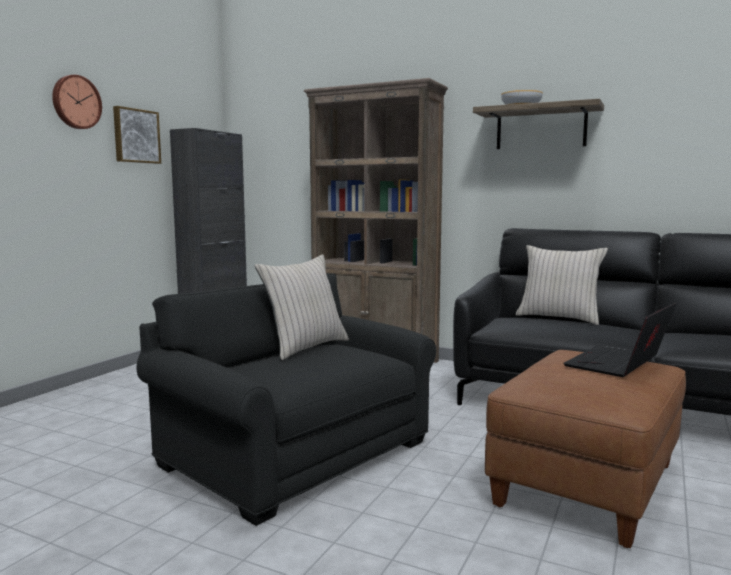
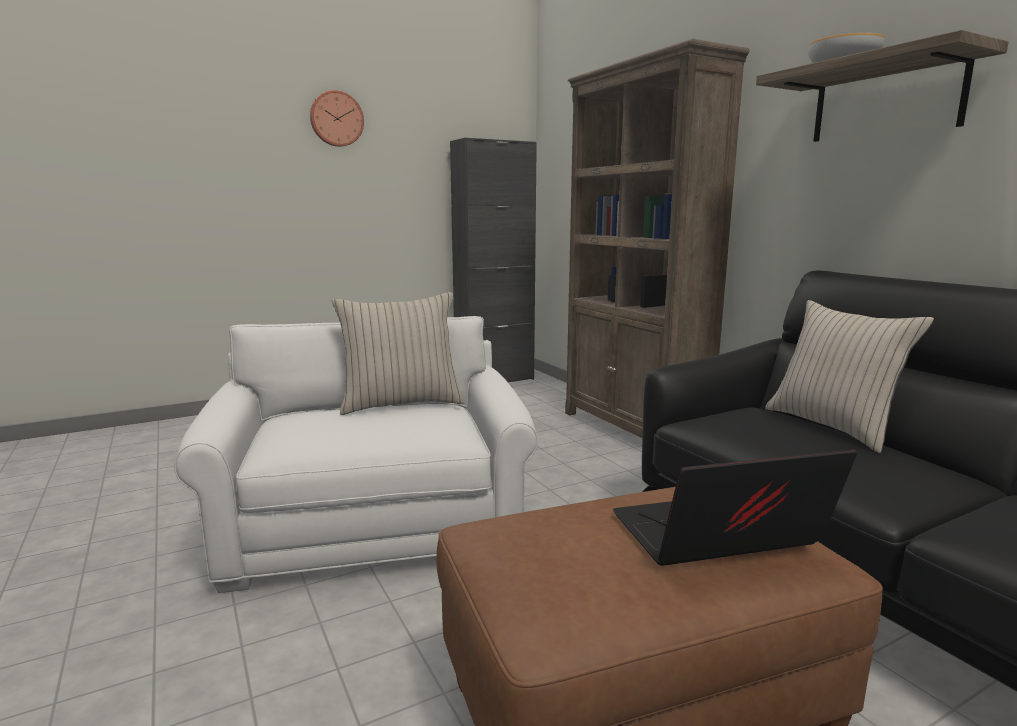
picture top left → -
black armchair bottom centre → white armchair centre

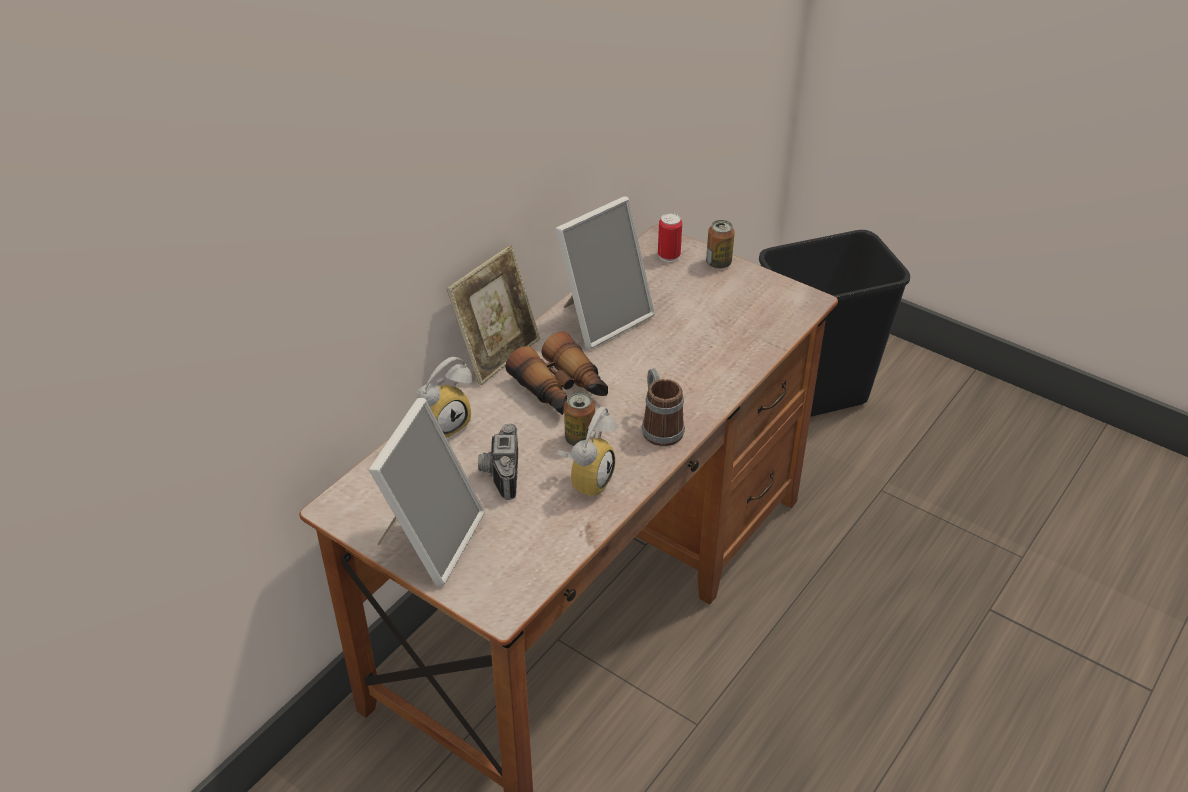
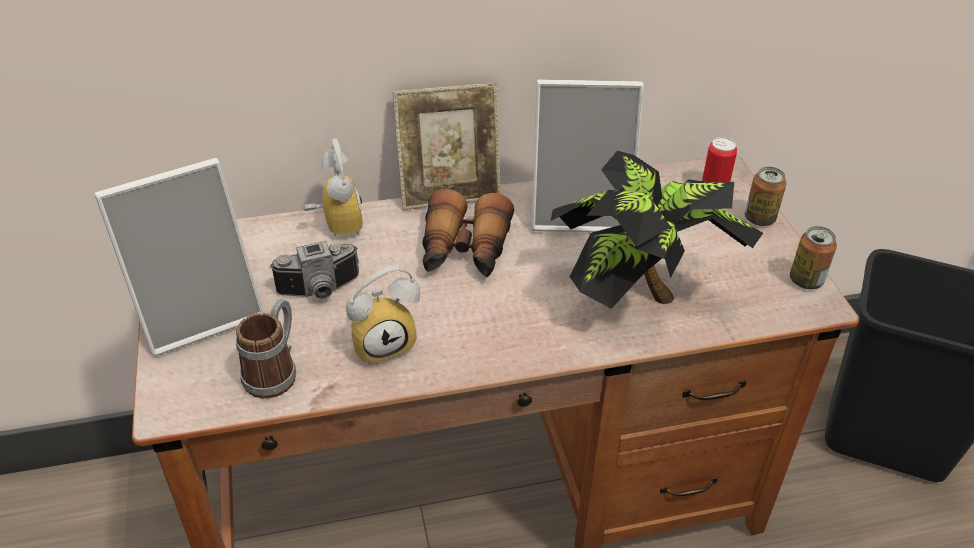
alarm clock (1st from left) centre, 105 degrees counterclockwise
photo camera centre → photo camera middle left, 150 degrees counterclockwise
can (1st from left in the first image) centre → can (3rd from left) middle right, moved
mug centre → mug middle left, moved
- → potted plant middle right

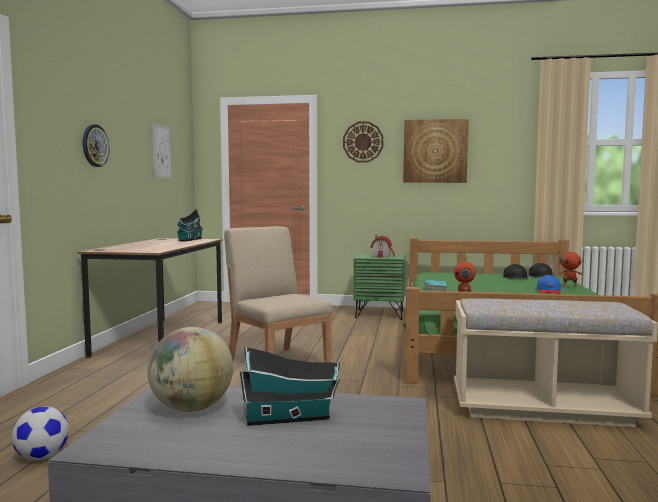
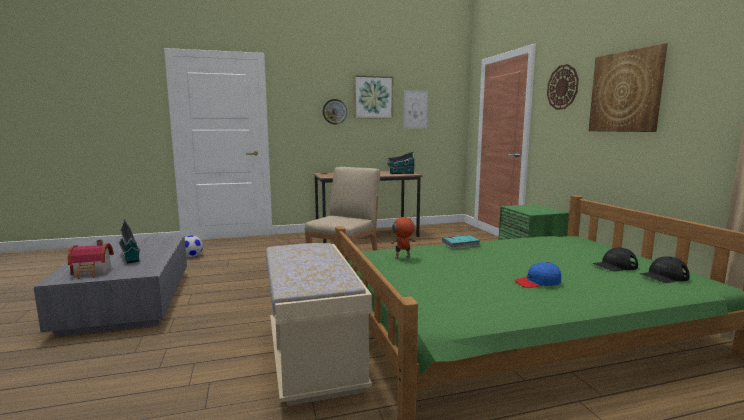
globe bottom left → -
toy house (3rd from left in the first image) centre → toy house (1st from left) middle left, moved
toy robot (2nd from left) middle right → -
- → picture (1st from left) top centre

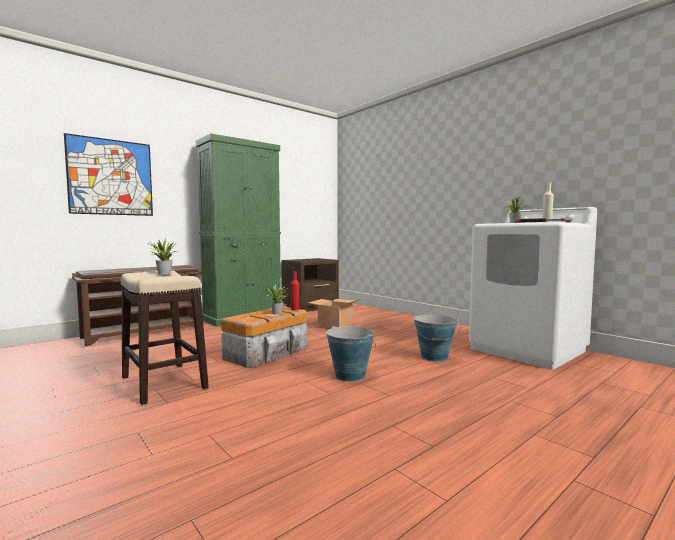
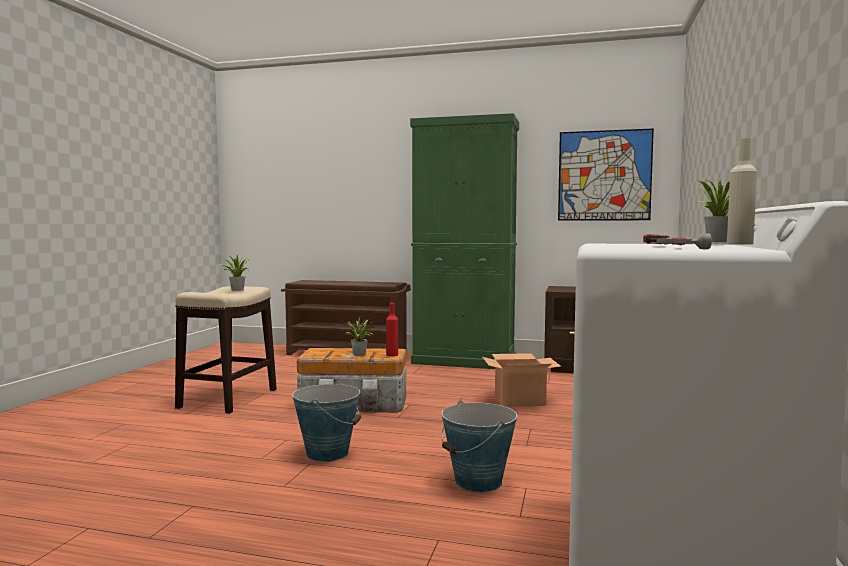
picture top left → picture top right, moved

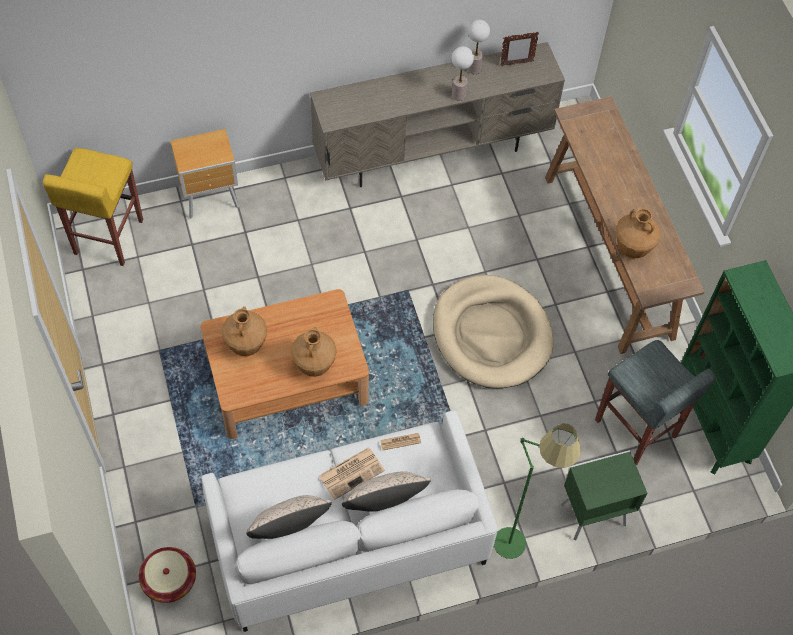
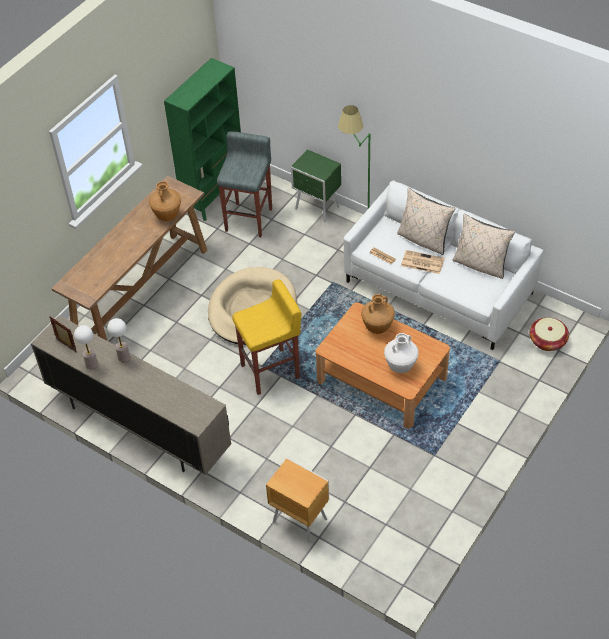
yellow stool top left → yellow stool centre, moved
brown vase (1st from left) middle left → white vase centre

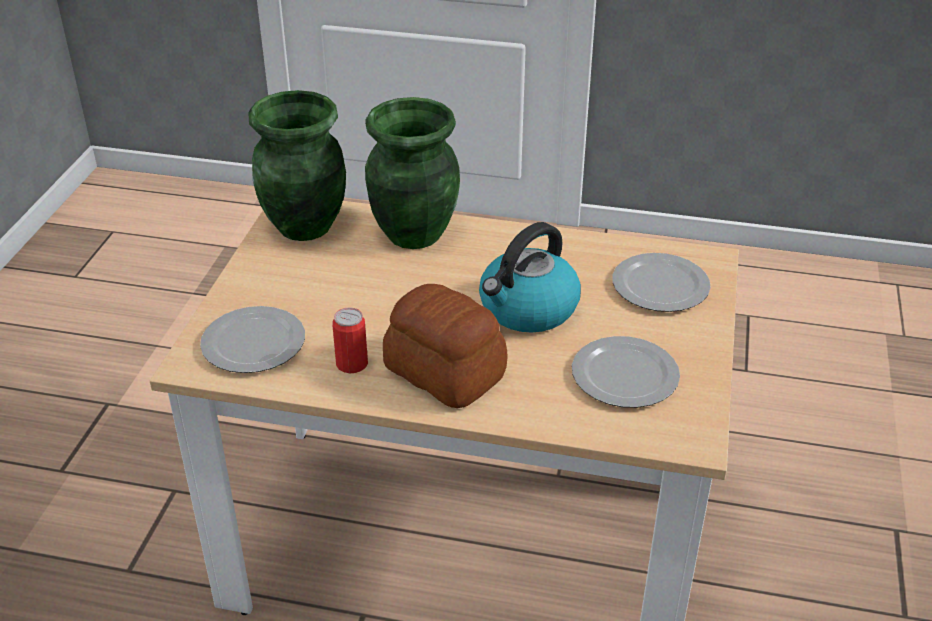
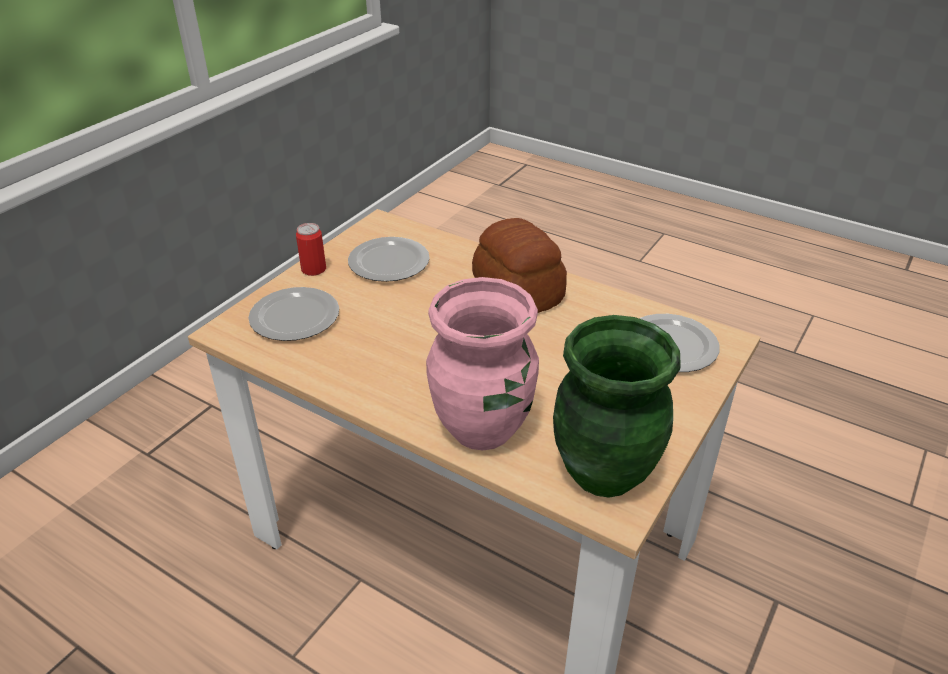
can centre → can middle left, moved
green vase (2nd from left) top centre → pink vase centre
kettle centre → -

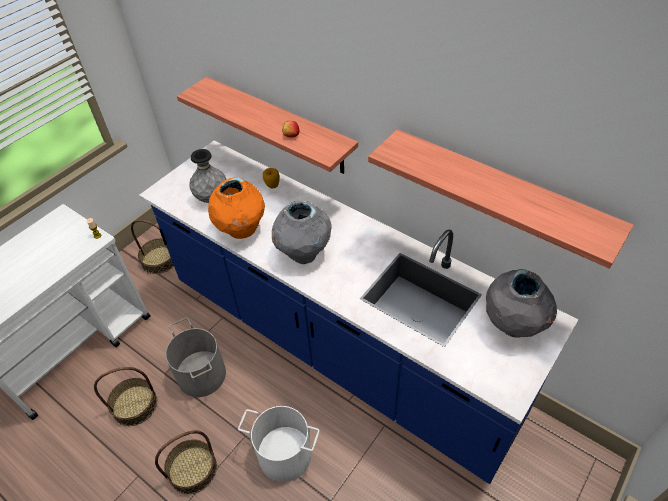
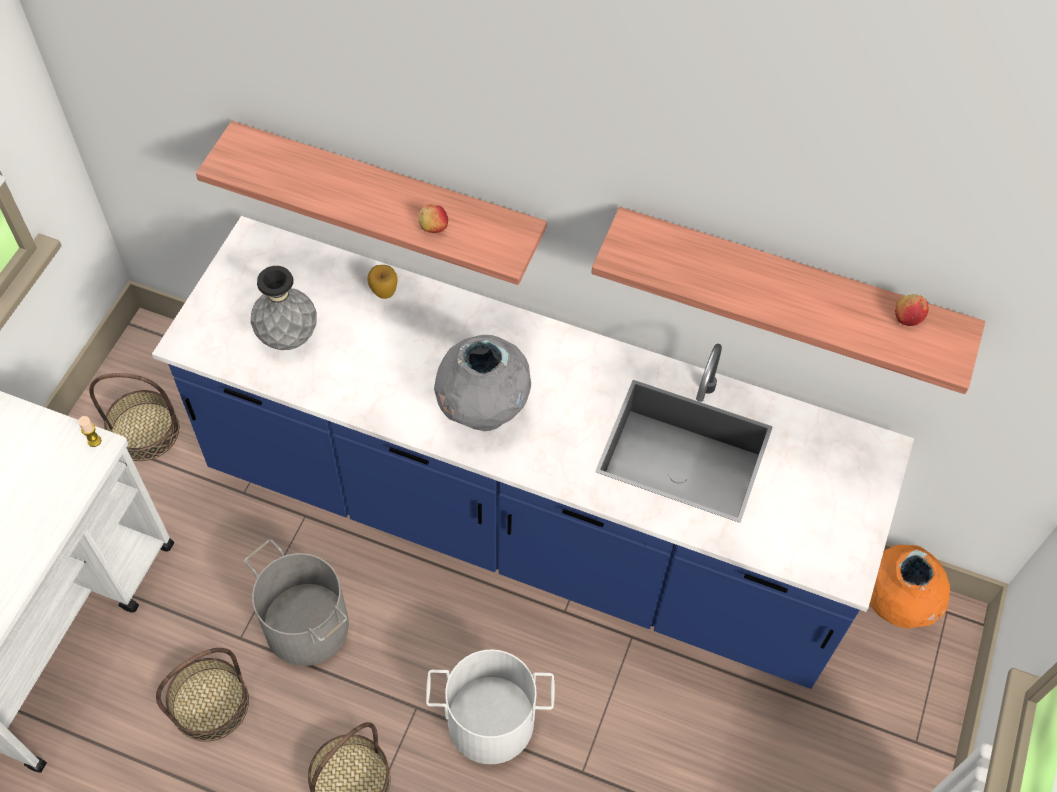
orange vase centre → orange vase bottom right, moved
grey vase (3rd from left) middle right → -
- → apple (3rd from left) middle right

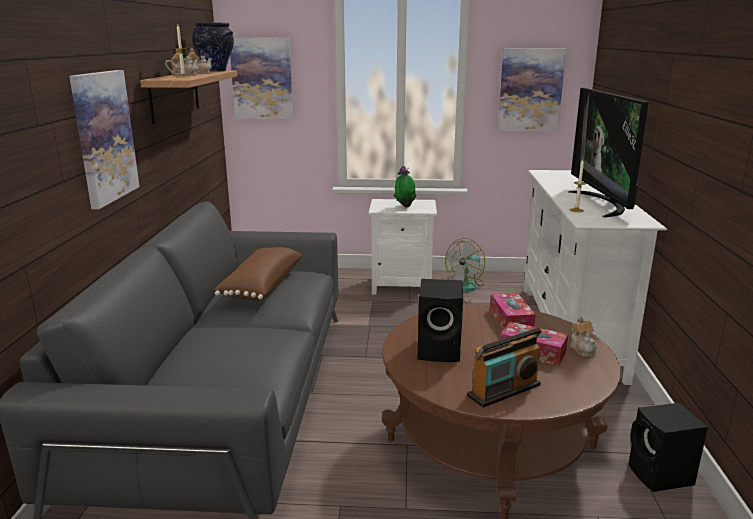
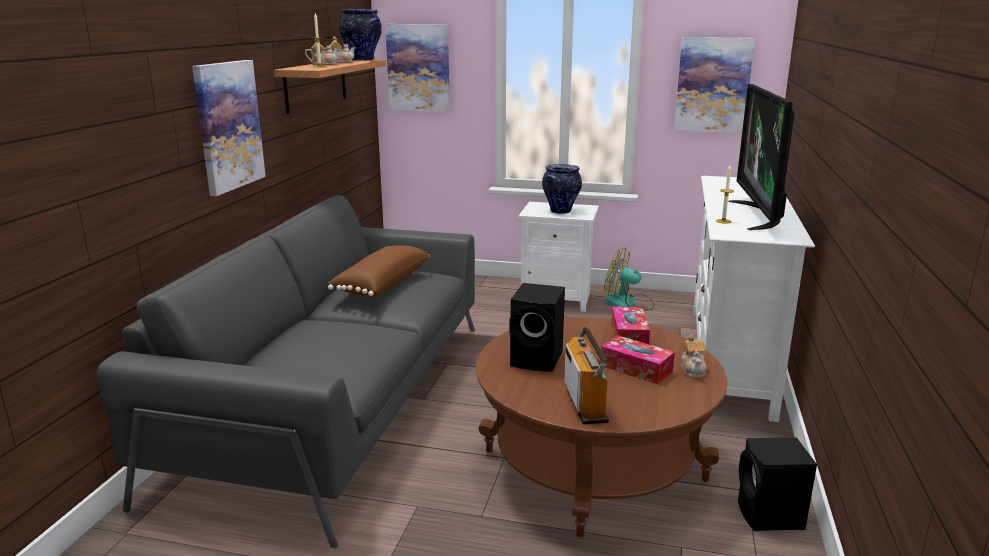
potted plant centre → vase (2nd from left) centre
fan centre, 60 degrees clockwise
radio bottom right → radio bottom centre, 75 degrees counterclockwise

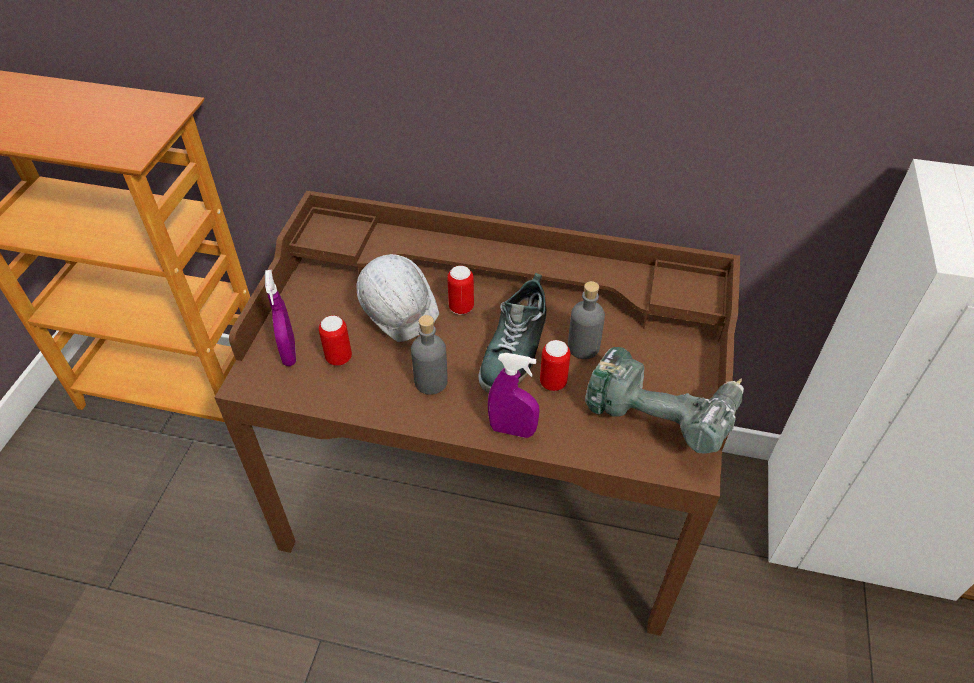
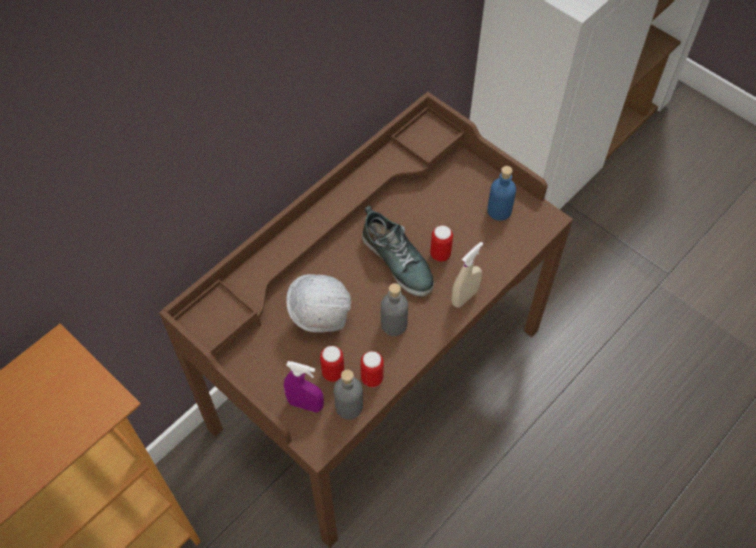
can (2nd from left) centre → can (2nd from left) bottom centre, moved
purple spray bottle (2nd from left) centre → beige spray bottle centre
grey bottle (2nd from left in the first image) centre → grey bottle (1st from left) bottom centre, moved
power drill middle right → blue bottle centre

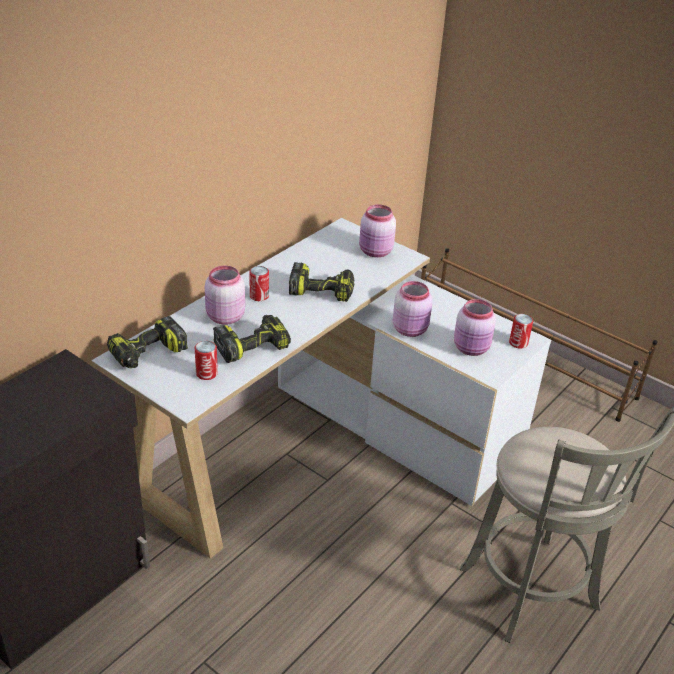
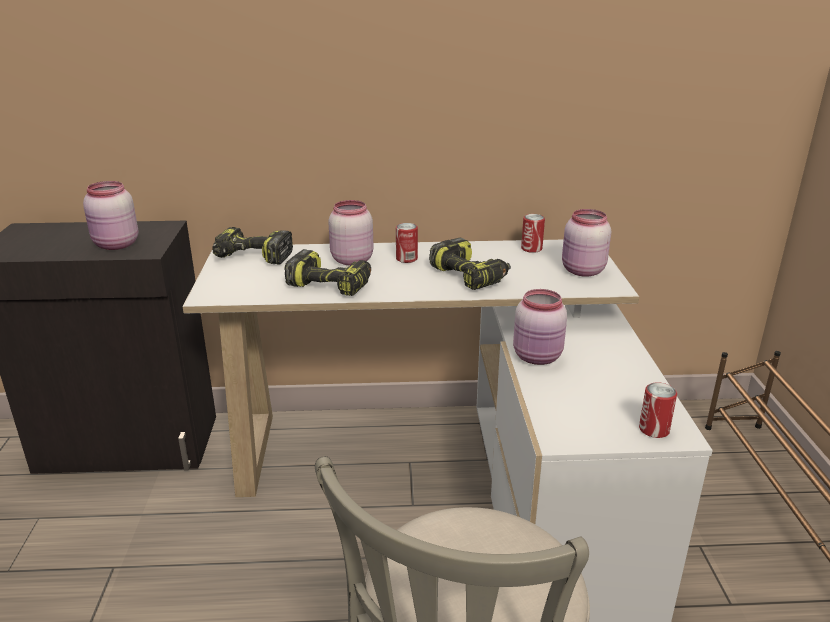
can (1st from left in the first image) middle left → can (2nd from left) centre, moved
pink jar (4th from left in the first image) middle right → pink jar (1st from left) middle left, moved

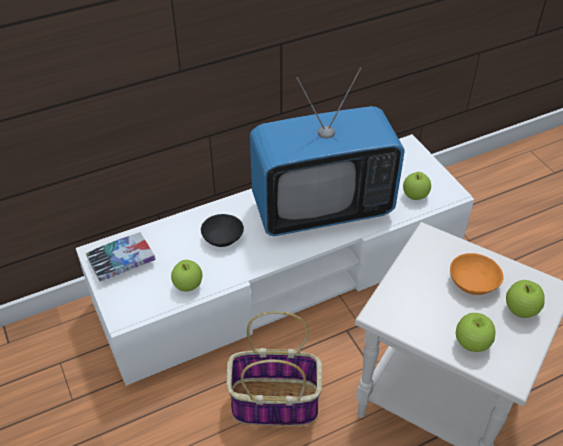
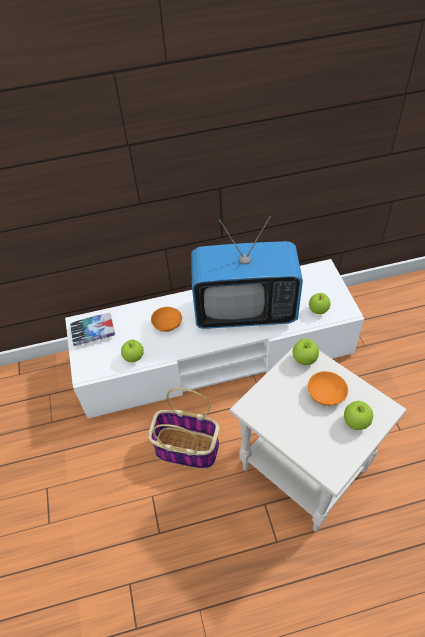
black bowl centre → orange bowl (1st from left) centre
apple (3rd from left in the first image) bottom right → apple (2nd from left) middle right, moved

